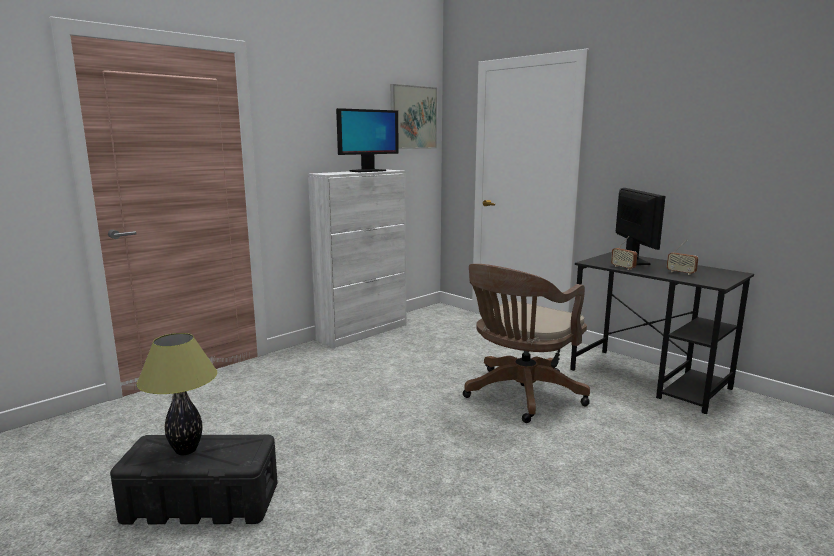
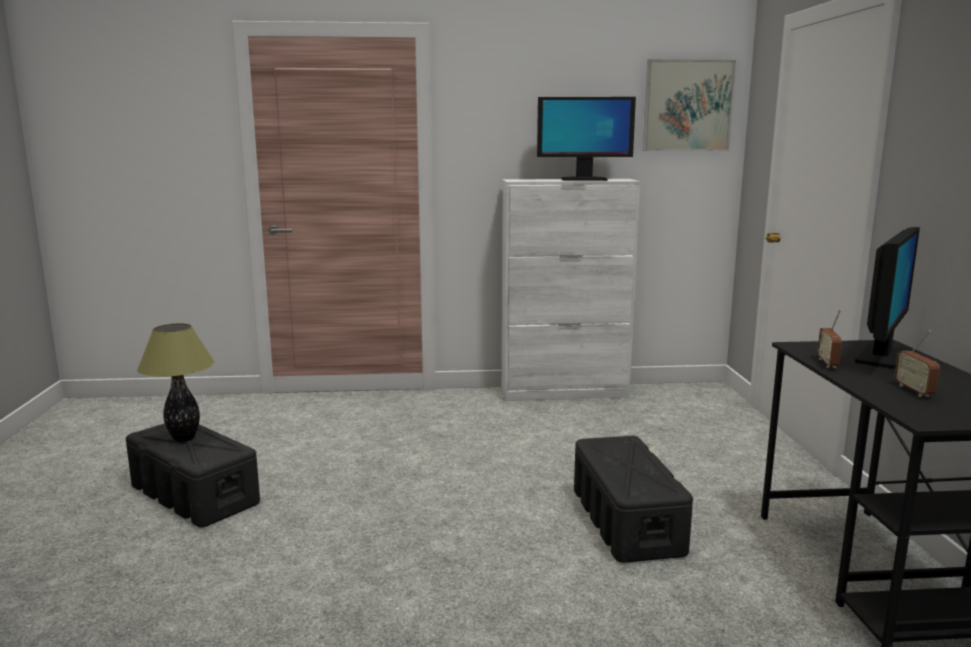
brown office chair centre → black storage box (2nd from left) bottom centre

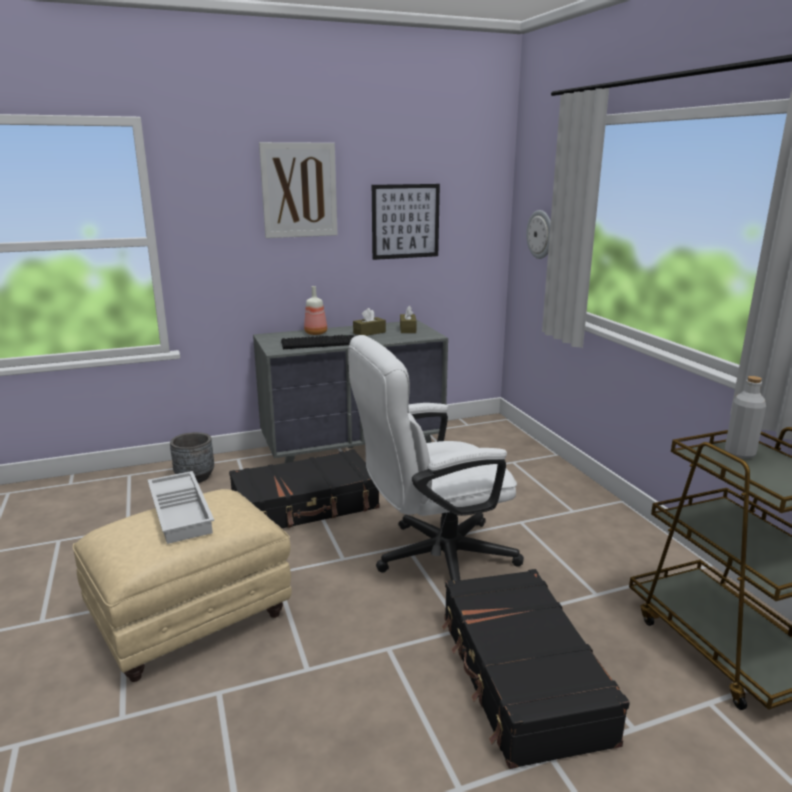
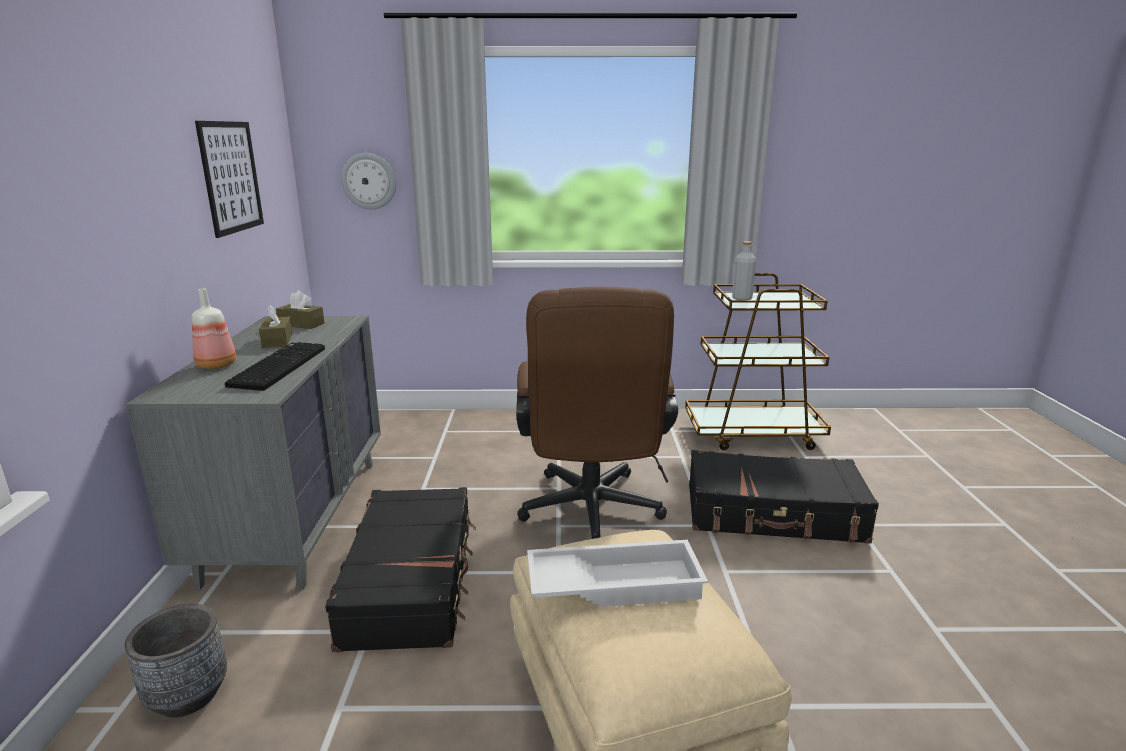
picture (1st from left) top centre → -
white office chair centre → brown office chair centre

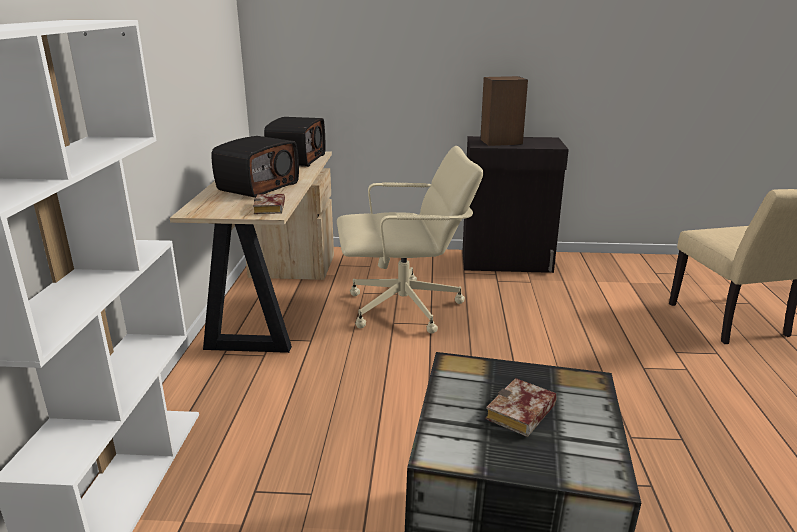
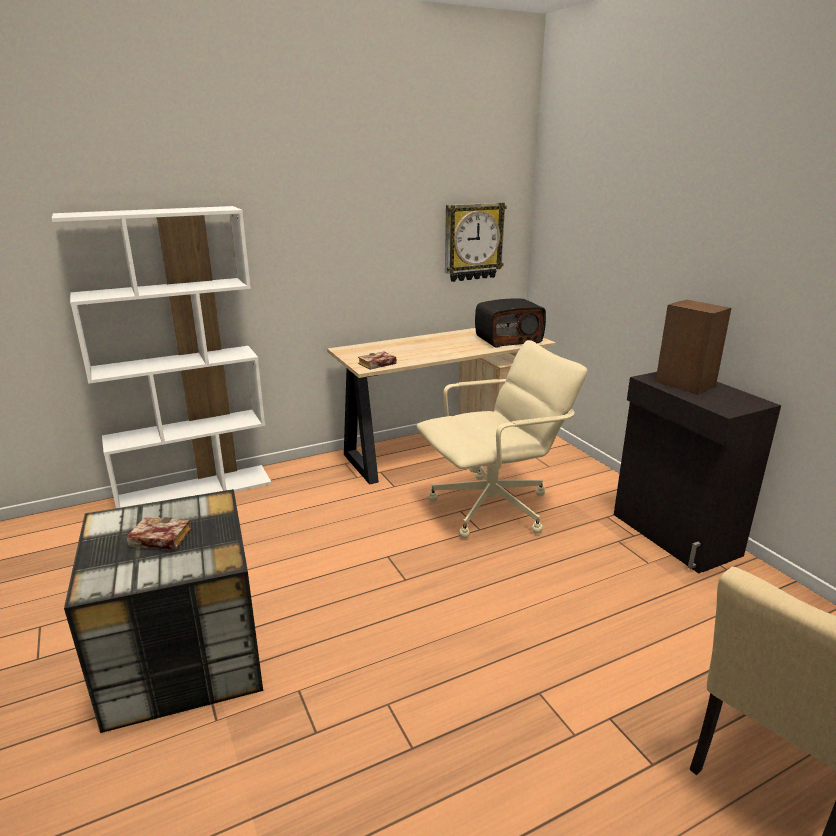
radio (1st from left) top left → -
beige office chair centre, 75 degrees counterclockwise
- → wall clock top centre

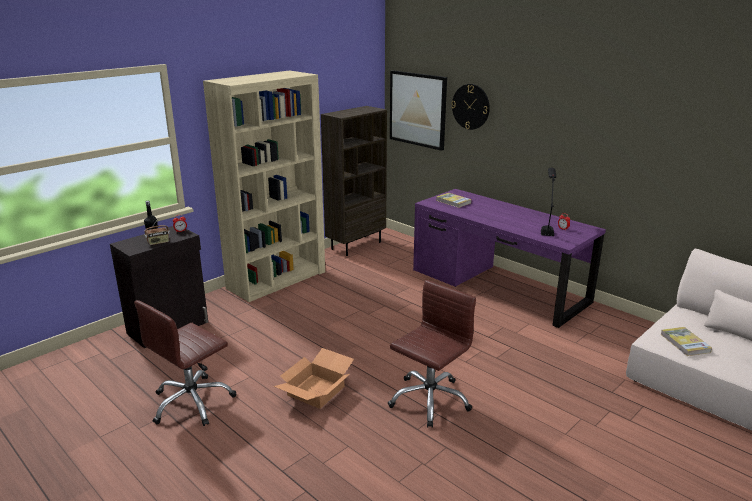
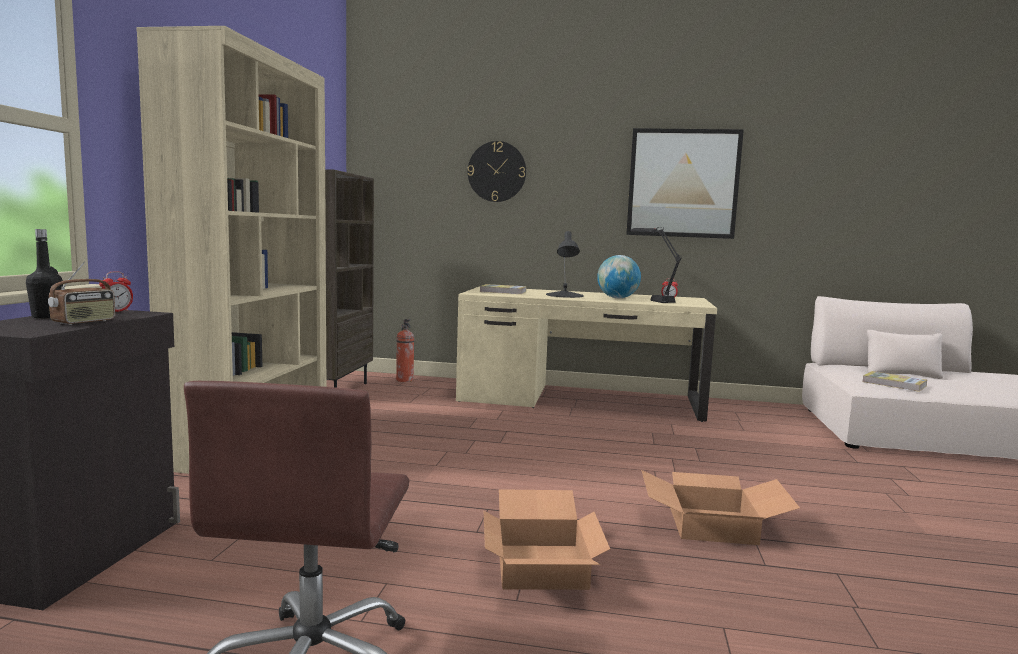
brown office chair (2nd from left) bottom centre → cardboard box (2nd from left) bottom right
picture top centre → picture top right, moved
purple desk middle right → beige desk centre
- → fire extinguisher centre
- → black table lamp (1st from left) centre
- → globe centre

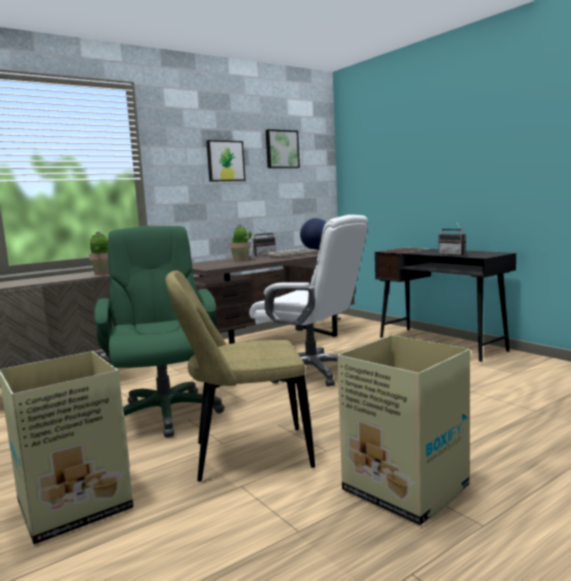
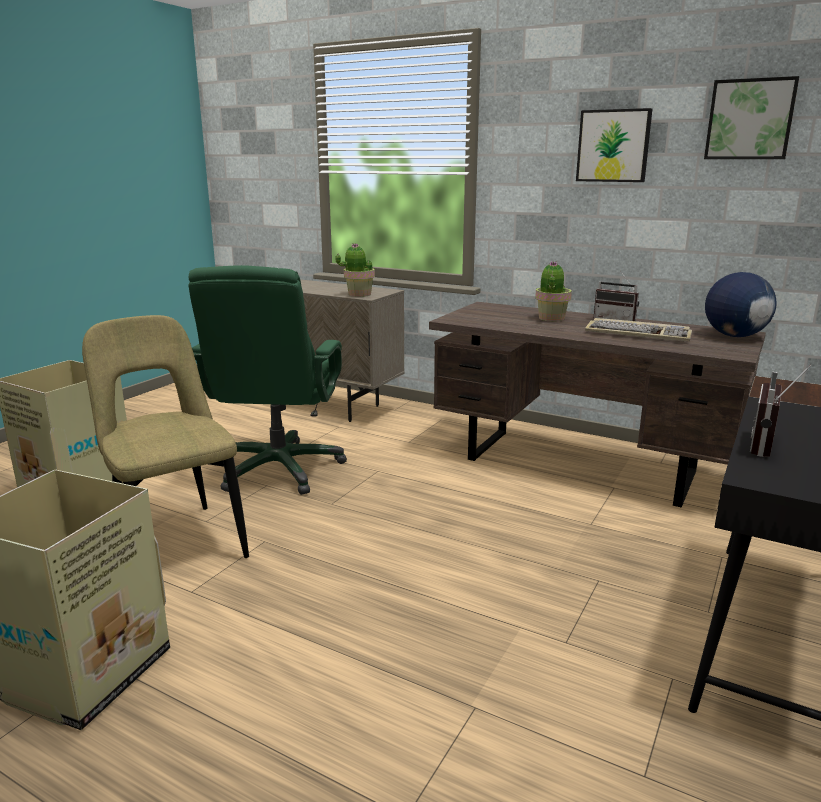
green office chair middle left, 135 degrees clockwise
white office chair centre → -

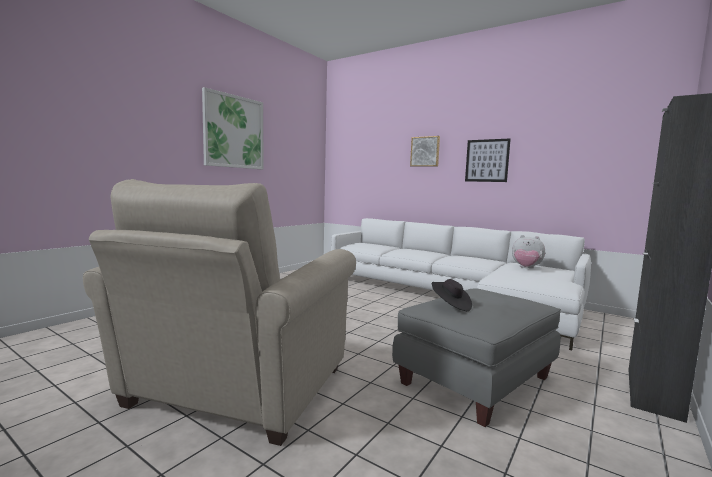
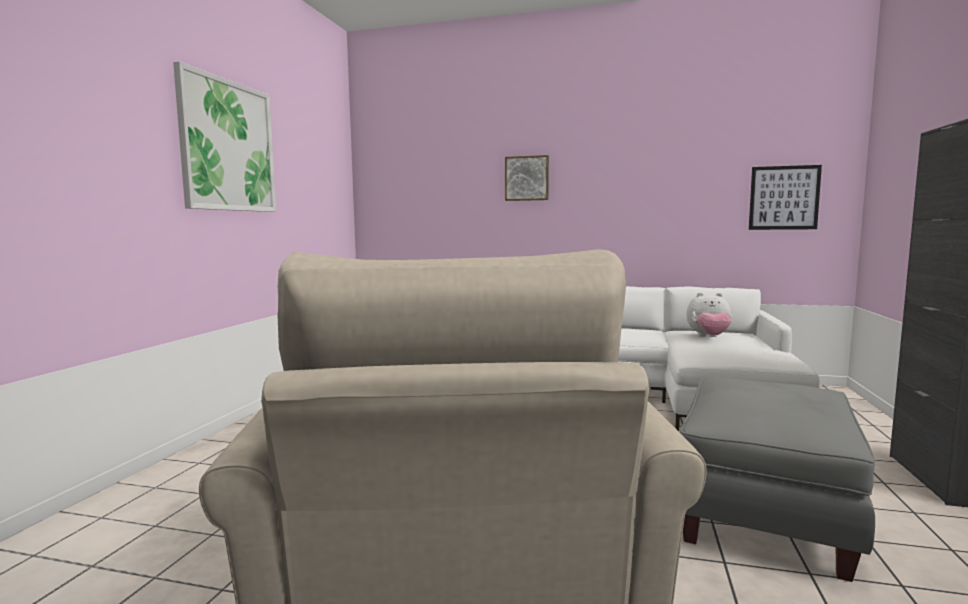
black hat centre → -
picture (3rd from left) middle right → picture (3rd from left) top right, moved

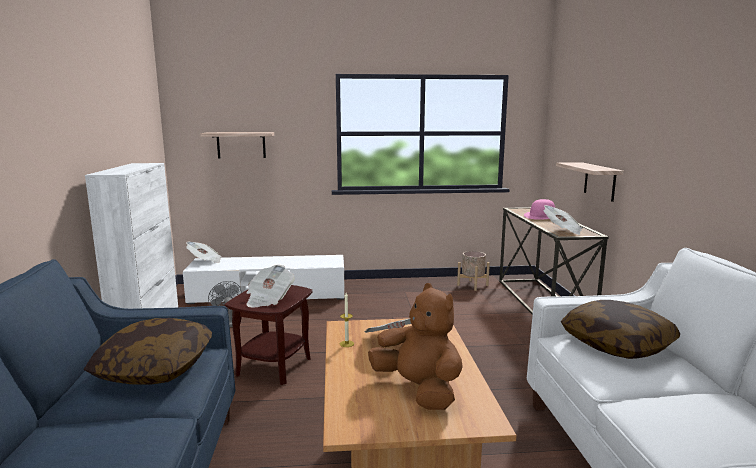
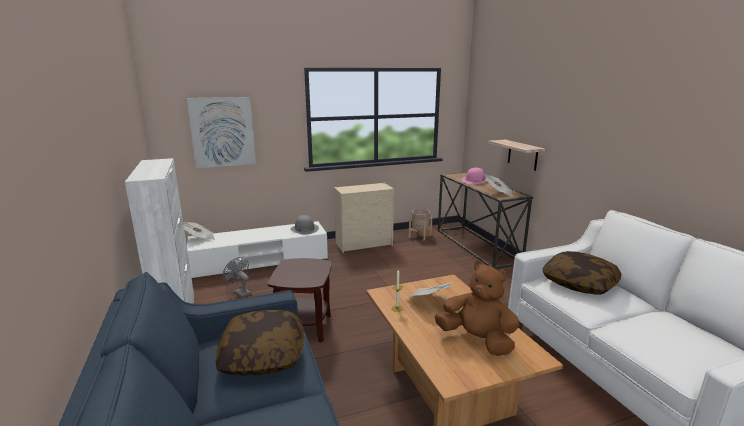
shelf (1st from left) top left → picture top left
newspaper (2nd from left) centre → -
- → grey hat centre
- → beige dresser centre

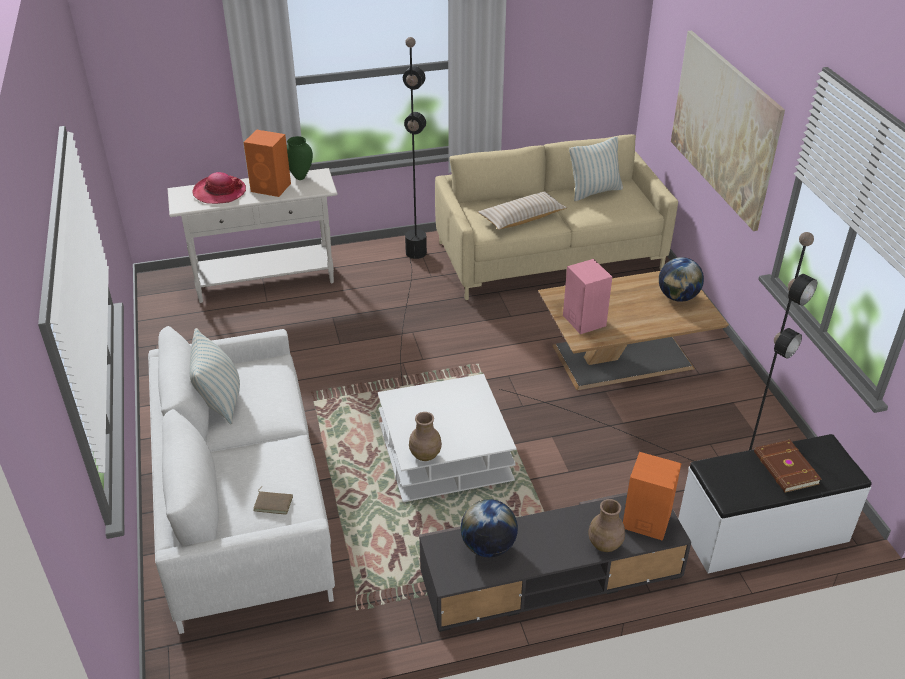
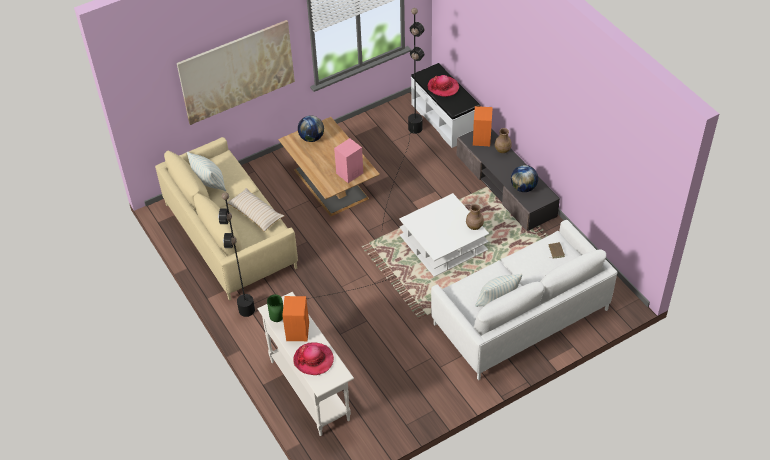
brown book (2nd from left) bottom right → hat (2nd from left) top centre

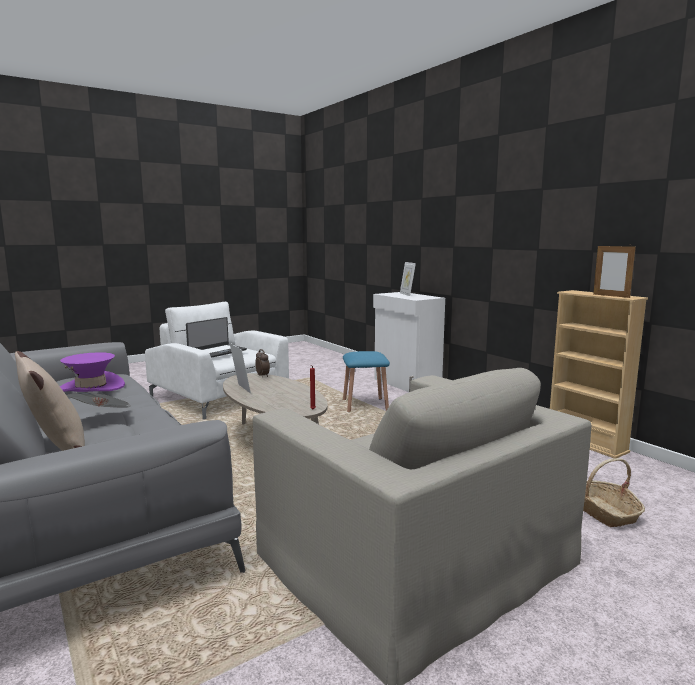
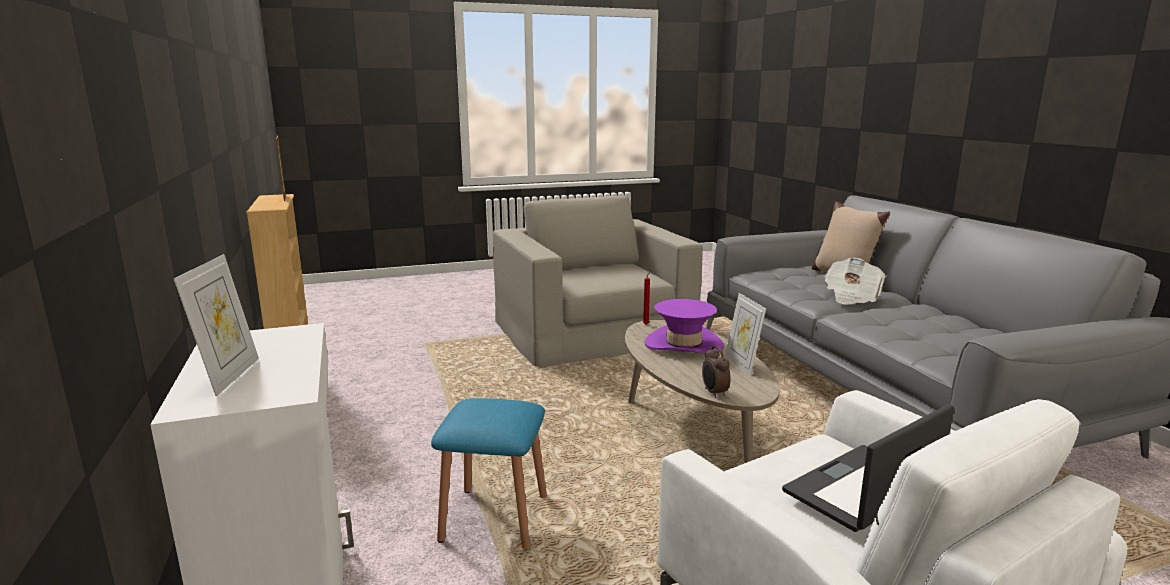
purple hat middle left → purple hat centre, moved
basket bottom right → -

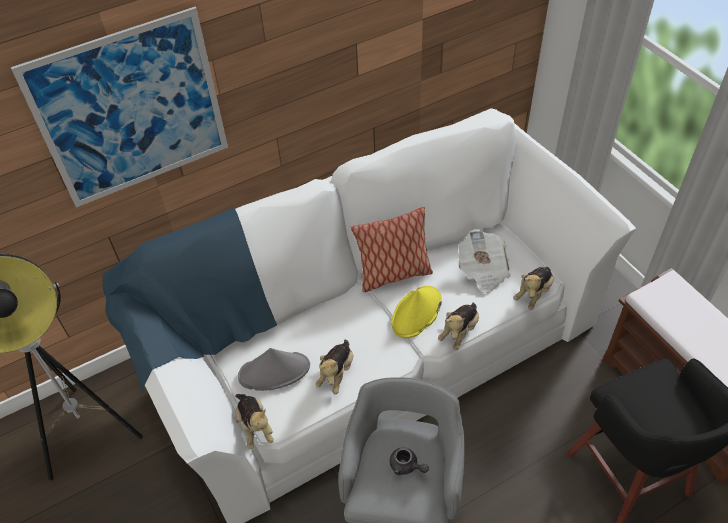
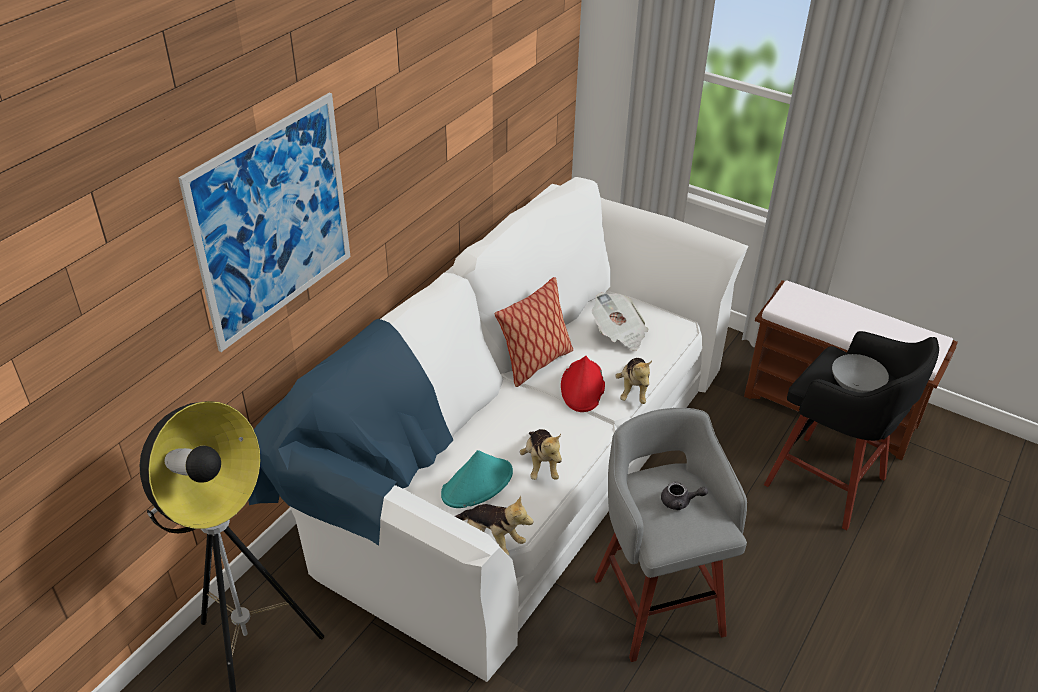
grey hat bottom centre → turquoise hat bottom centre
yellow hat centre → red hat centre
plush toy (4th from left) middle right → -
- → grey bowl middle right

